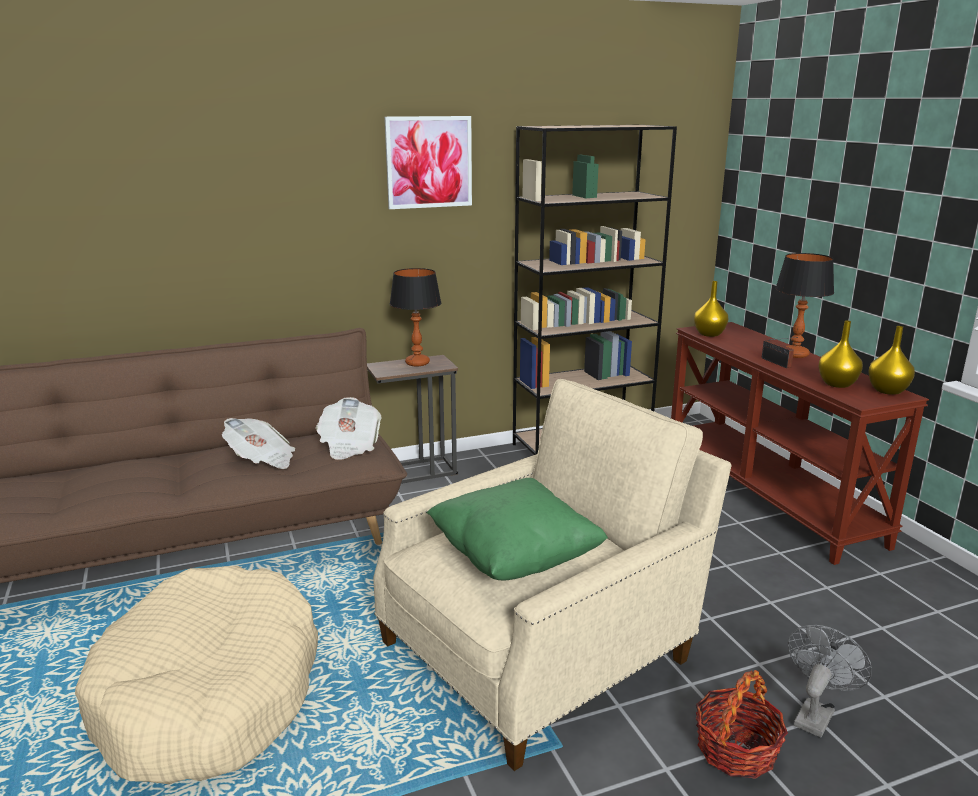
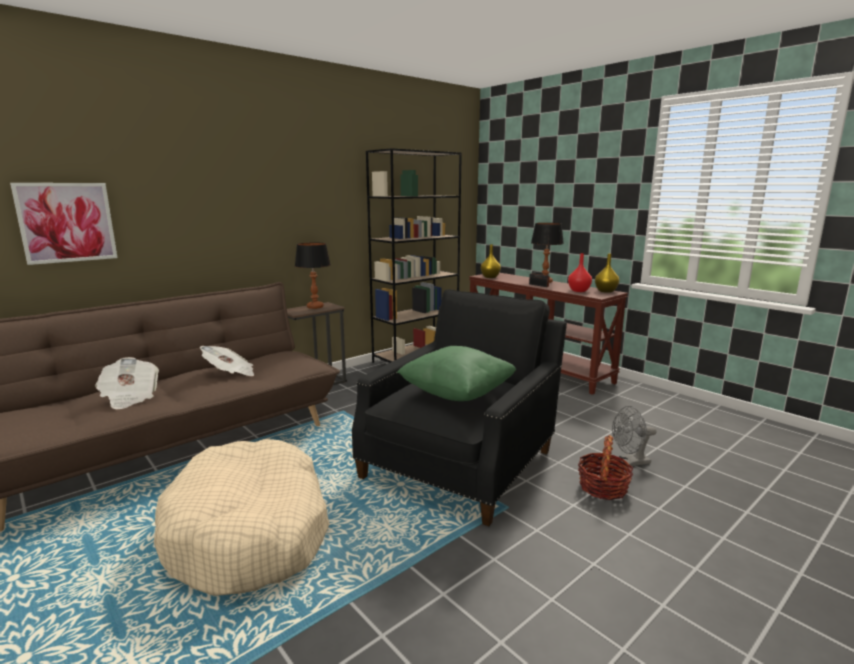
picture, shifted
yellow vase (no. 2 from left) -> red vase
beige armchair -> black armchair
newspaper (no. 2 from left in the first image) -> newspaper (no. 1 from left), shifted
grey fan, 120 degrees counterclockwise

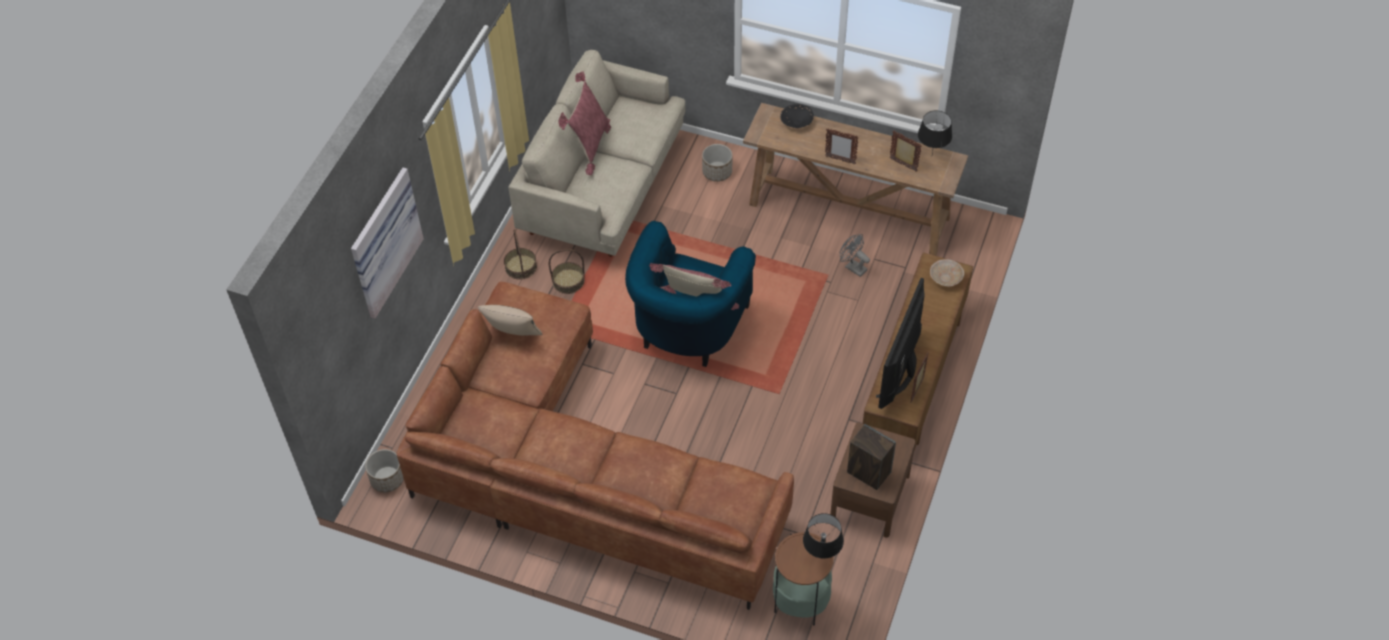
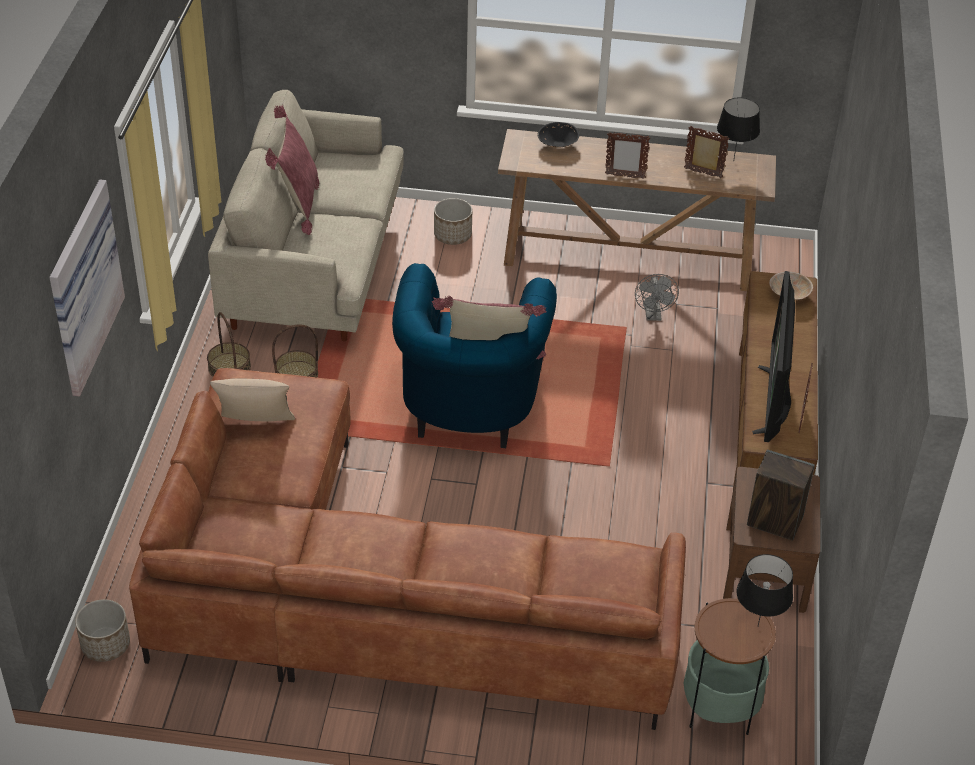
grey fan, 120 degrees counterclockwise

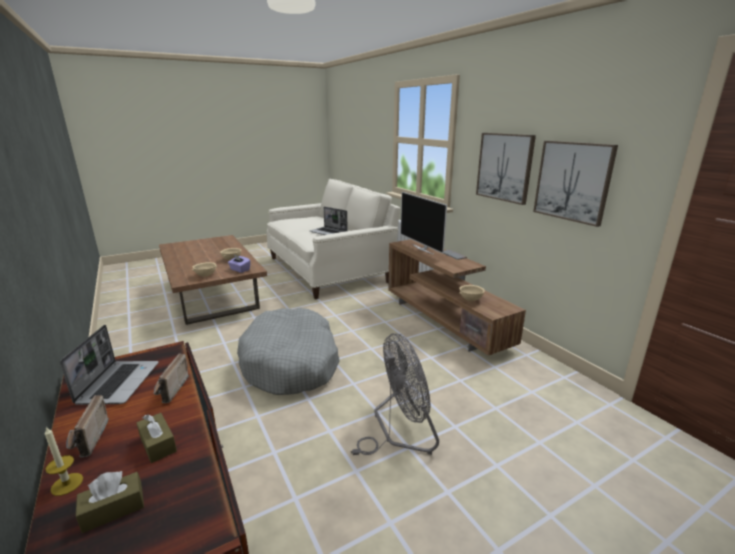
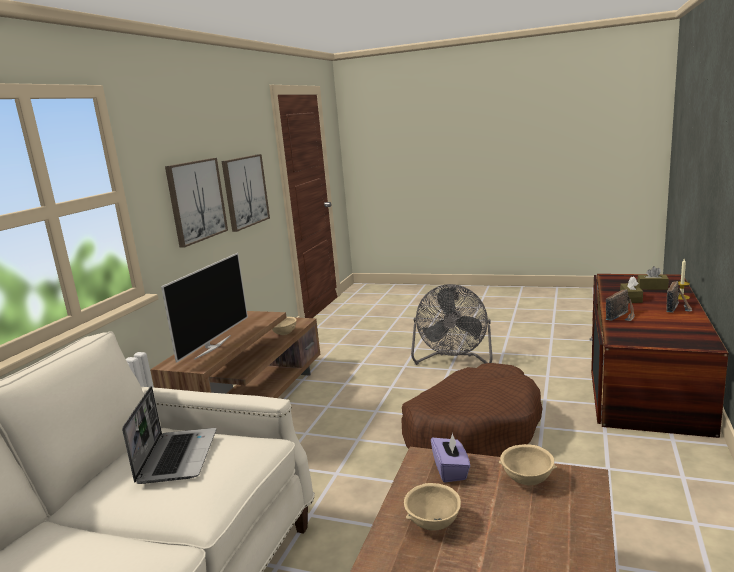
grey dog bed -> brown dog bed
laptop (no. 1 from left) -> none
grey fan, 105 degrees counterclockwise

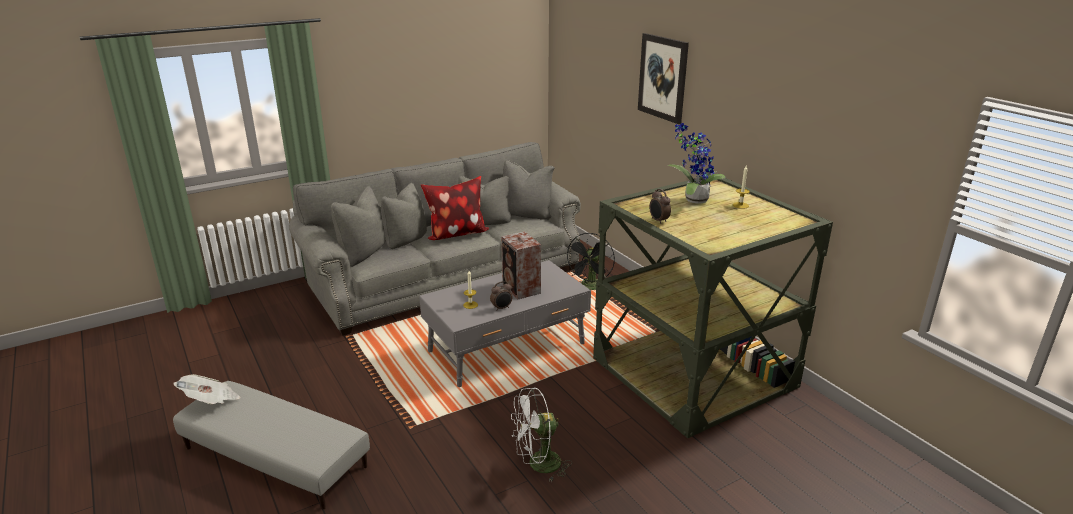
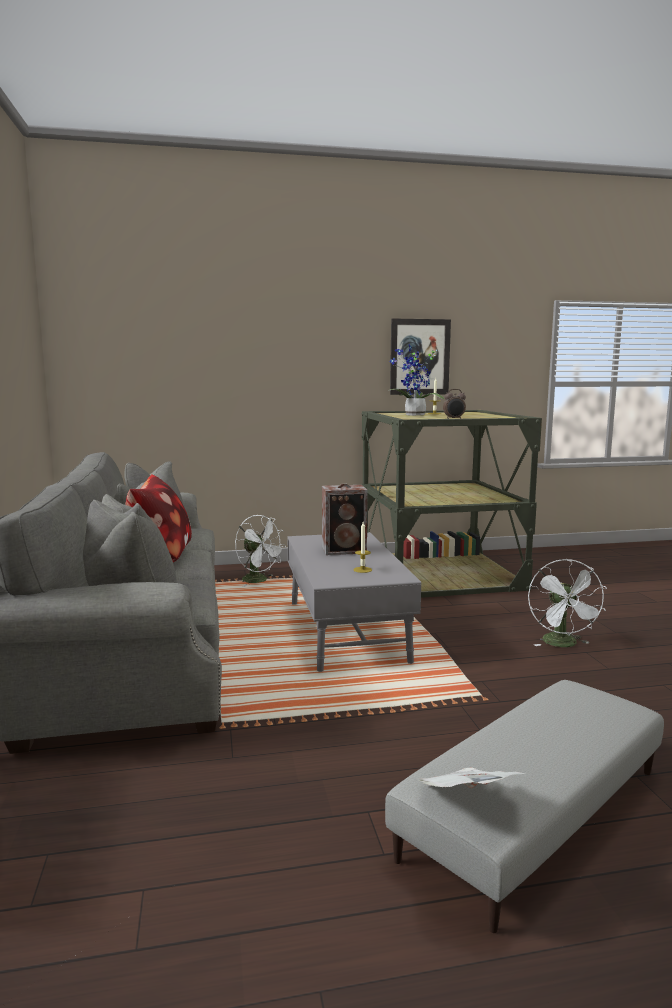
picture, shifted
black fan -> white fan (no. 1 from left)
alarm clock (no. 1 from left) -> none

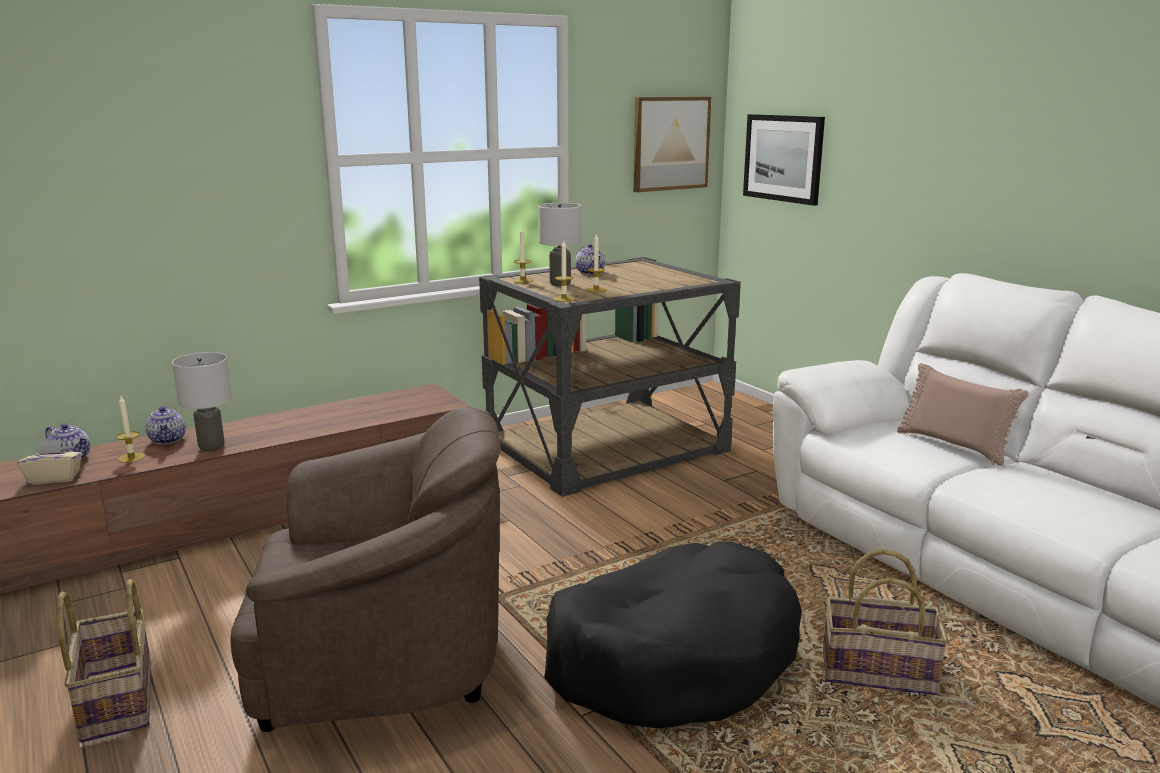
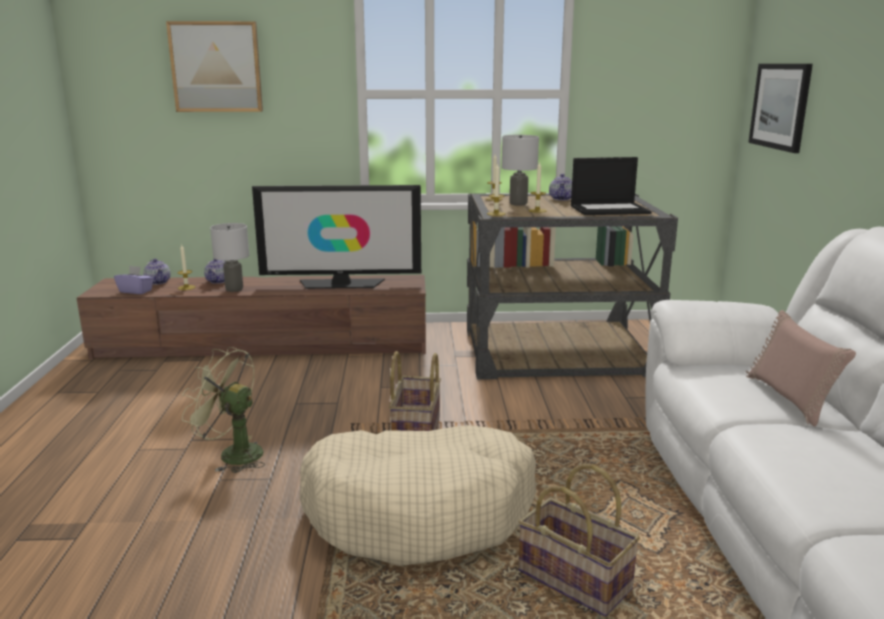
picture (no. 1 from left), shifted
brown armchair -> green fan
beige tissue box -> purple tissue box
black dog bed -> beige dog bed
basket (no. 1 from left), shifted
none -> laptop
none -> television

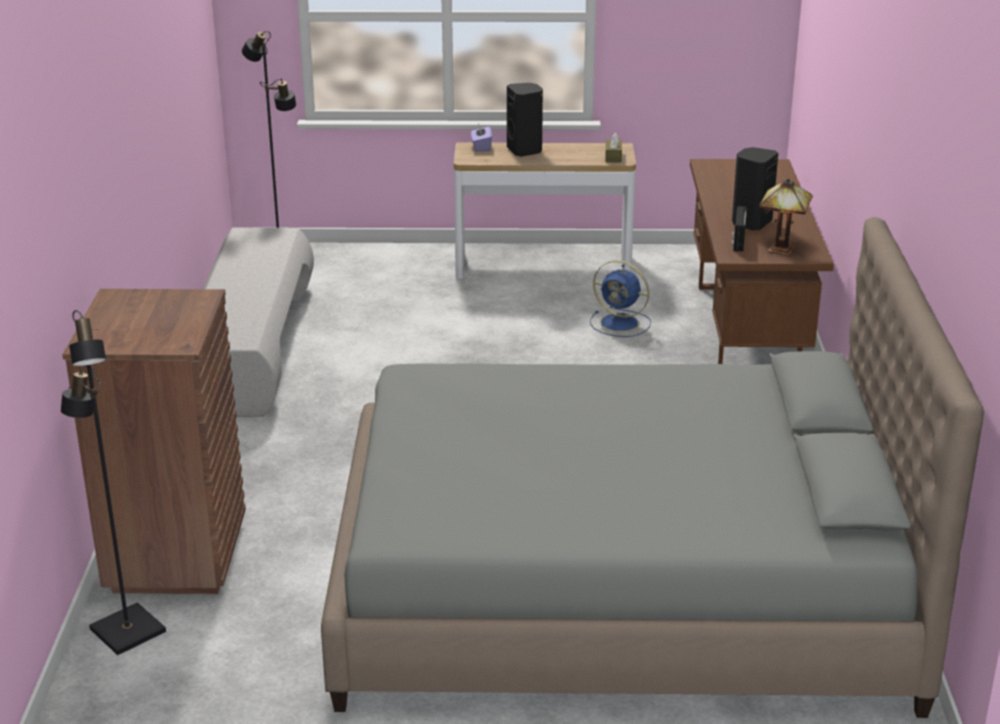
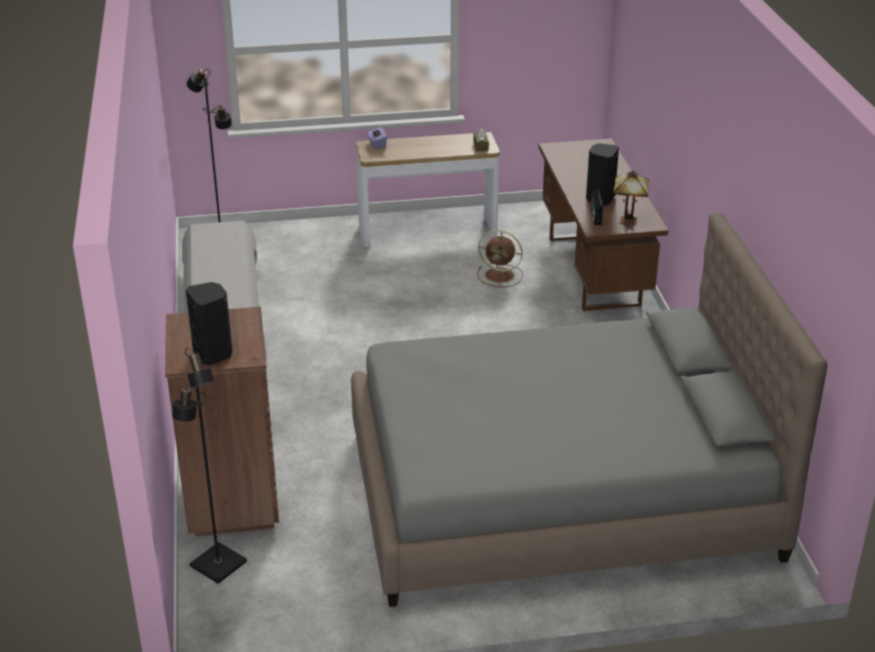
black speaker (no. 1 from left), shifted
blue fan -> brown fan

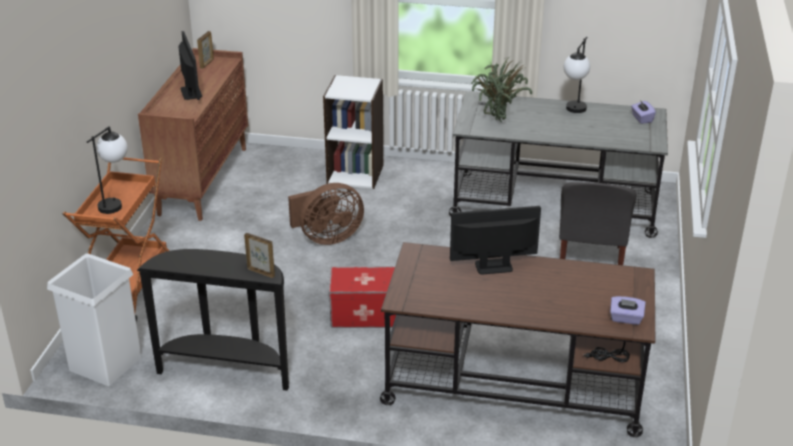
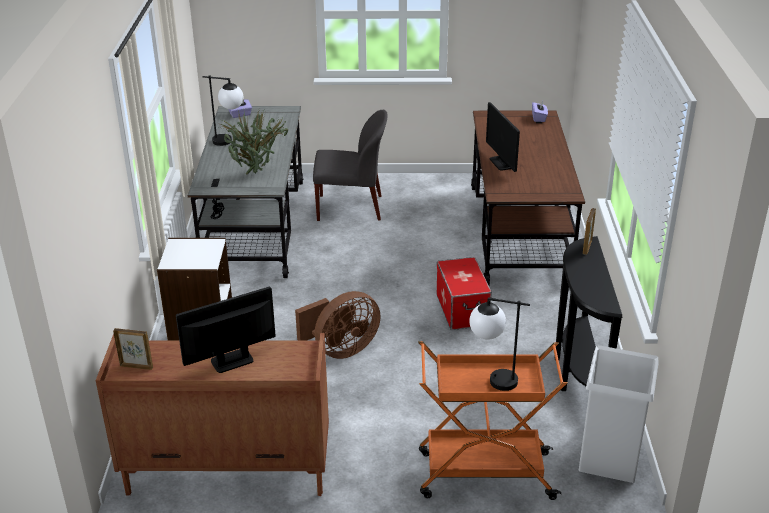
brown fan, 90 degrees clockwise

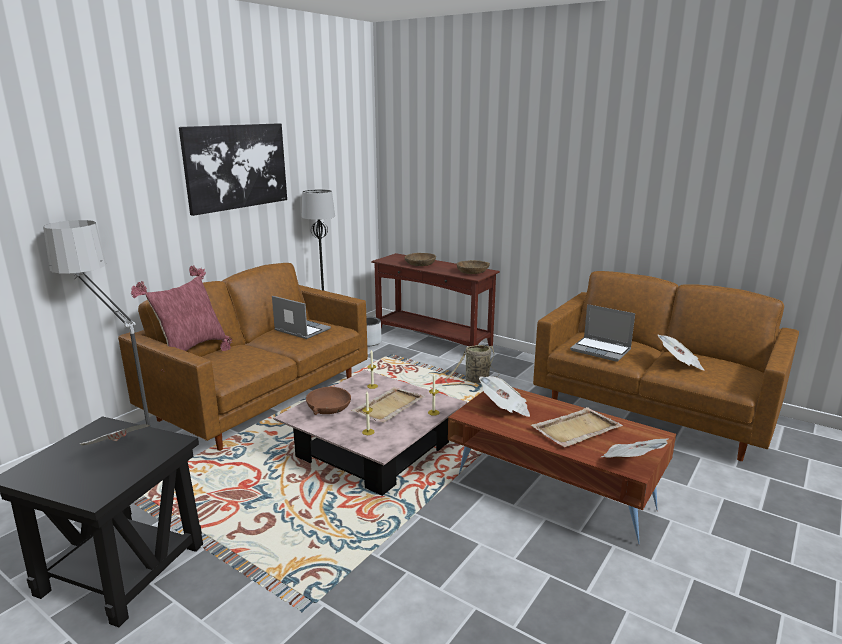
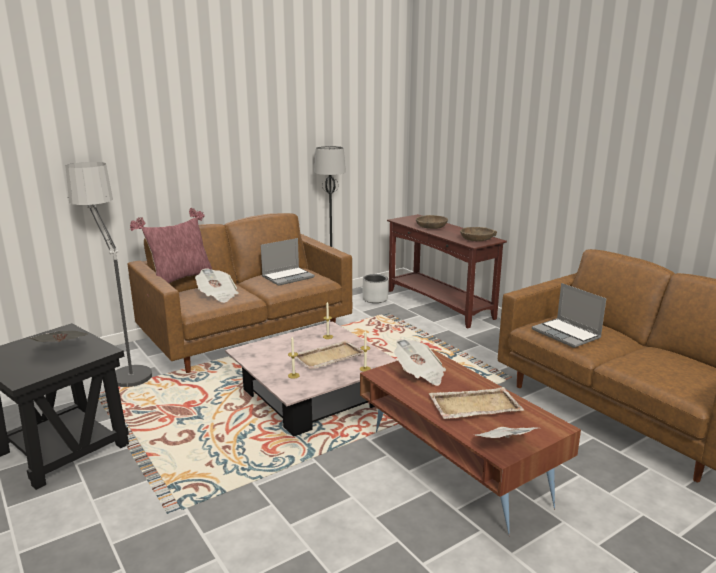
picture -> none
laptop (no. 1 from left), 90 degrees clockwise
newspaper (no. 4 from left in the first image) -> newspaper (no. 2 from left), shifted
basket -> none
brown bowl (no. 1 from left) -> none

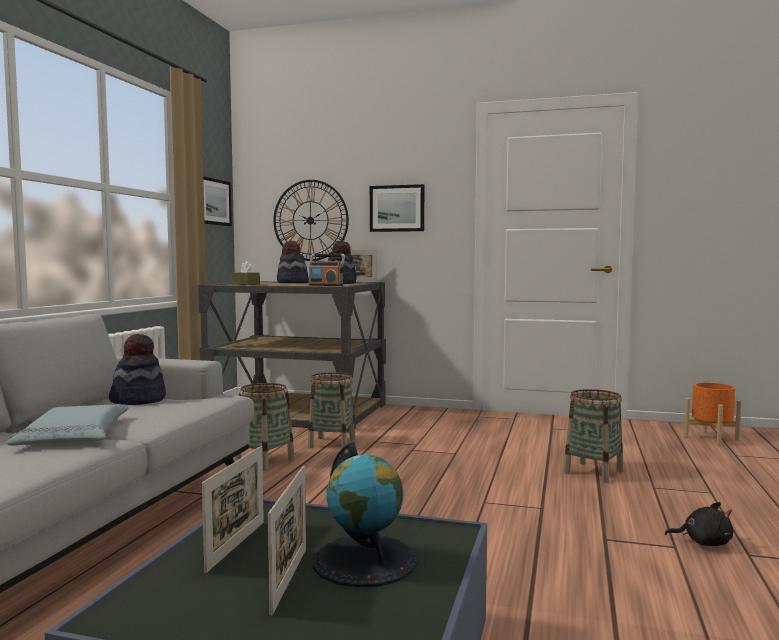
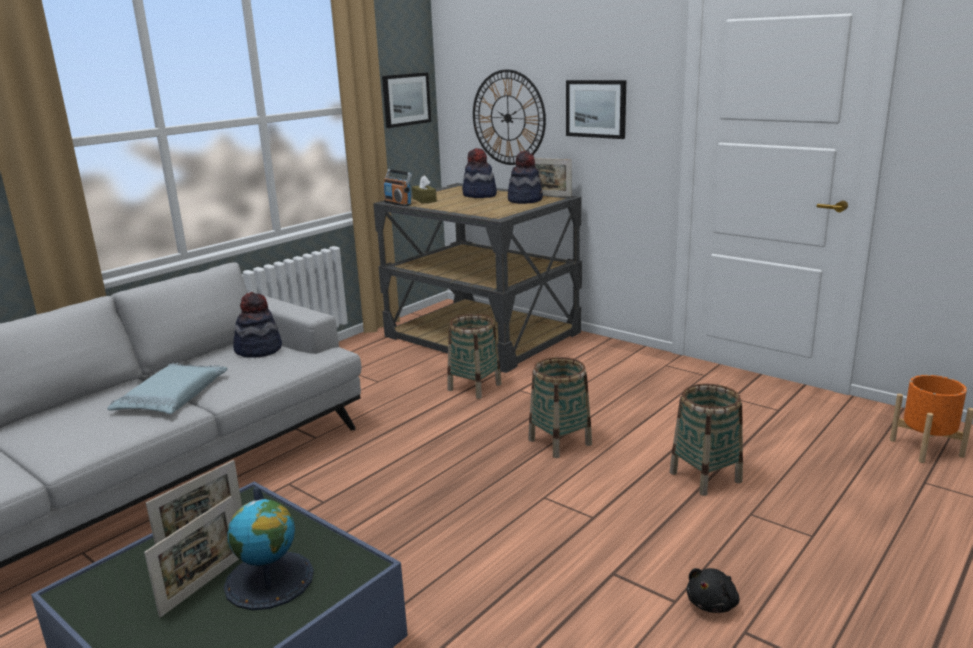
radio, shifted
basket (no. 1 from left in the first image) -> basket (no. 2 from left), shifted
black plush toy, 90 degrees clockwise

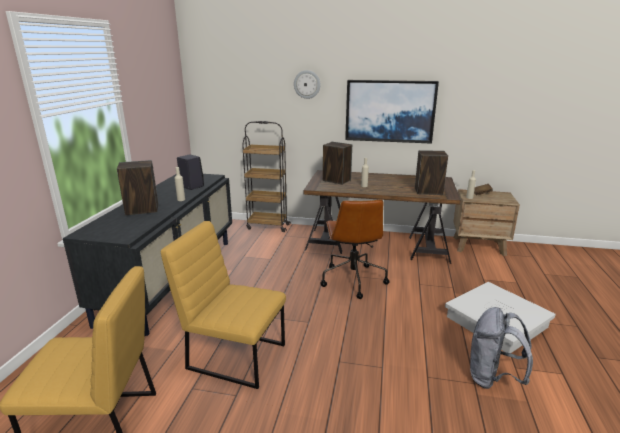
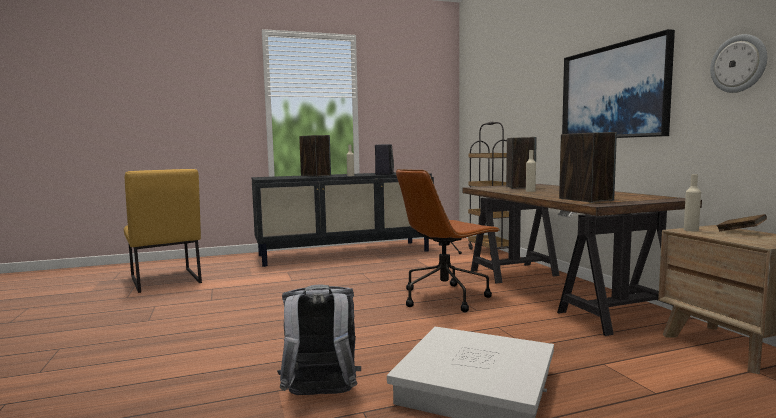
wall clock, shifted
yellow chair (no. 2 from left) -> none

